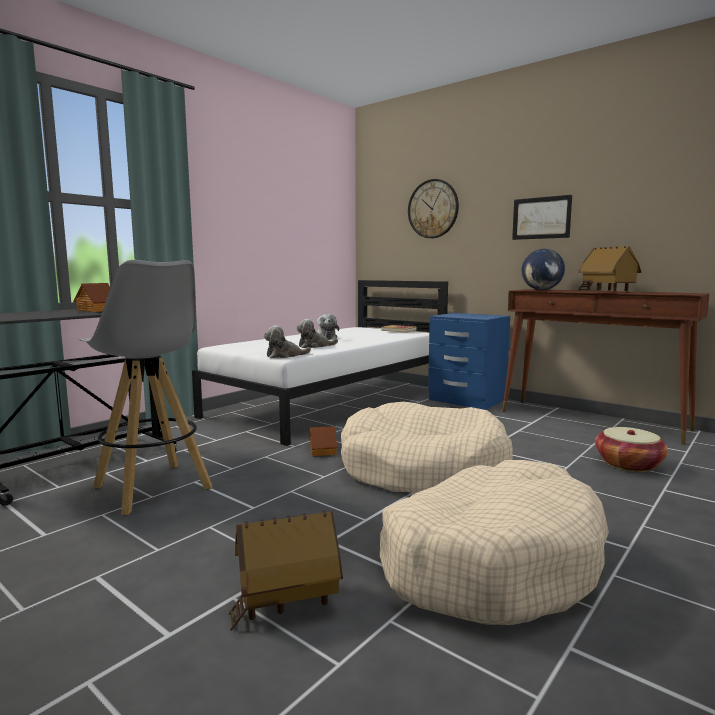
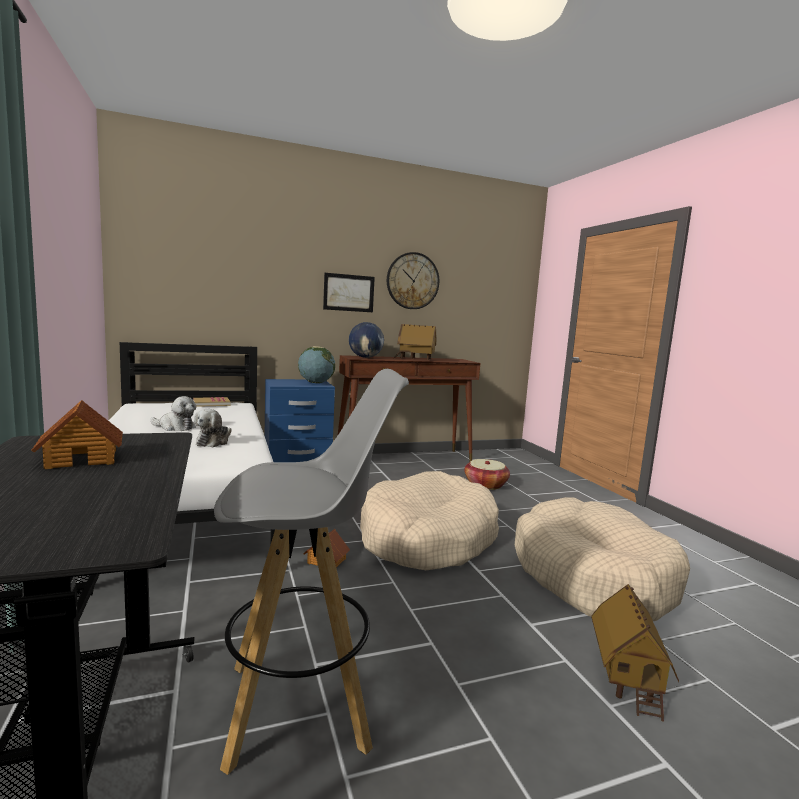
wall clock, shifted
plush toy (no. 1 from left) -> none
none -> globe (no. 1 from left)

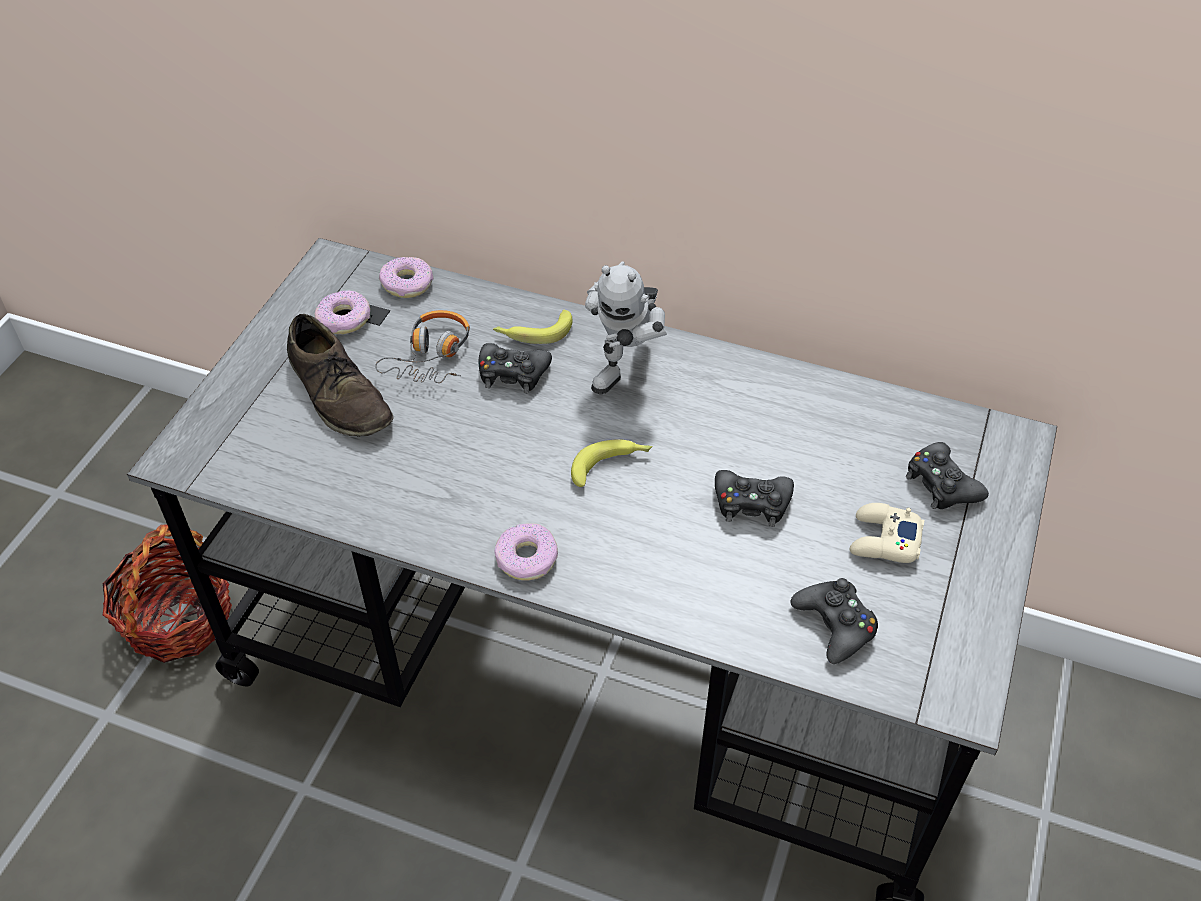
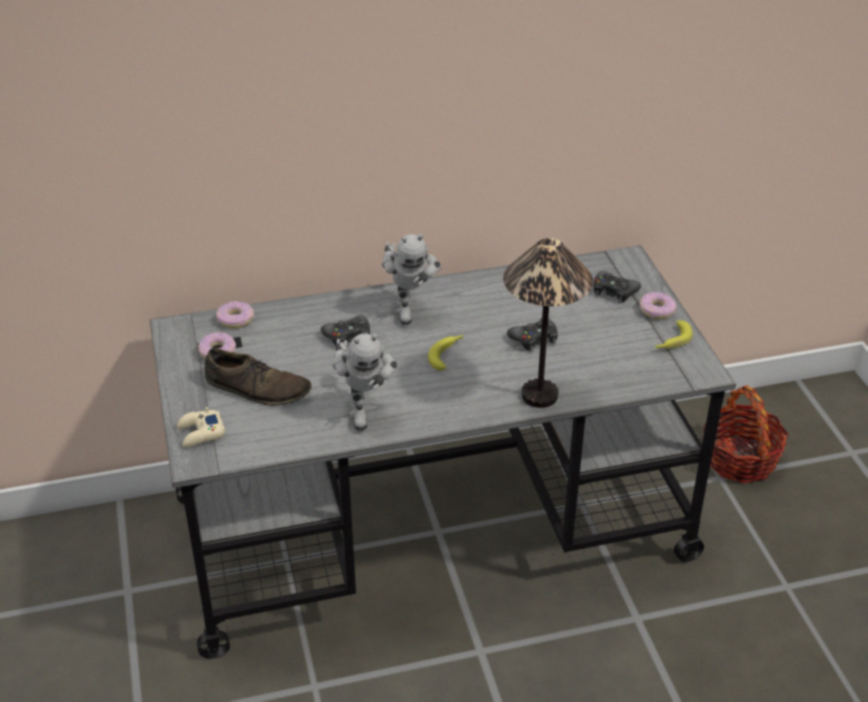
headphones -> none
banana (no. 1 from left in the first image) -> banana (no. 2 from left), shifted
beige game controller, shifted
donut (no. 3 from left), shifted
basket, shifted
black game controller (no. 3 from left) -> none
none -> table lamp
none -> toy robot (no. 1 from left)

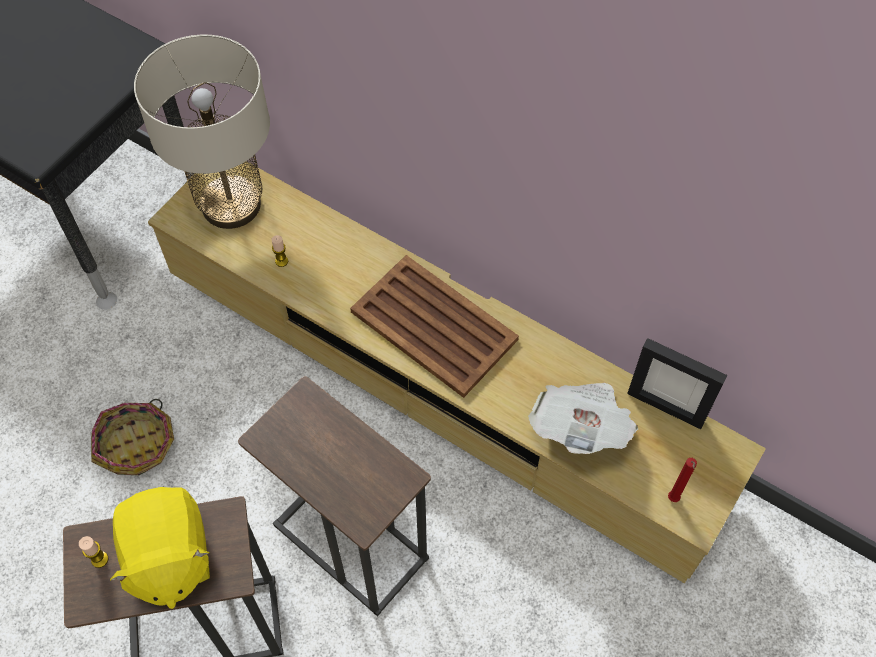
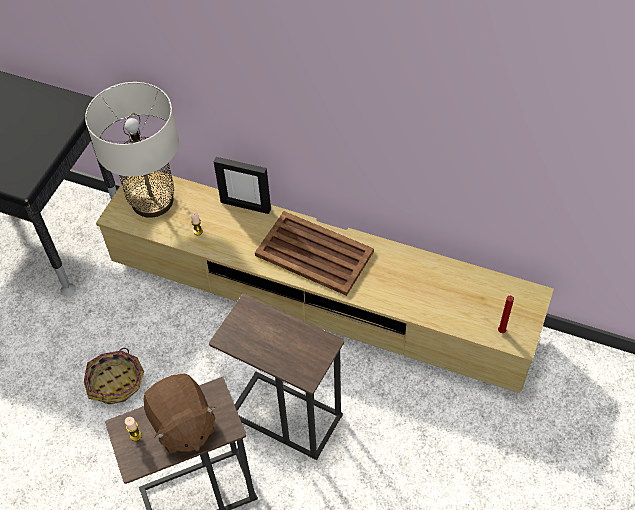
picture frame, shifted
newspaper -> none
yellow plush toy -> brown plush toy

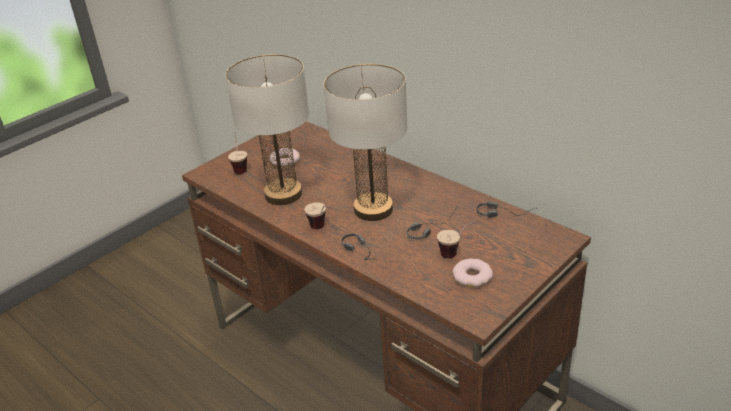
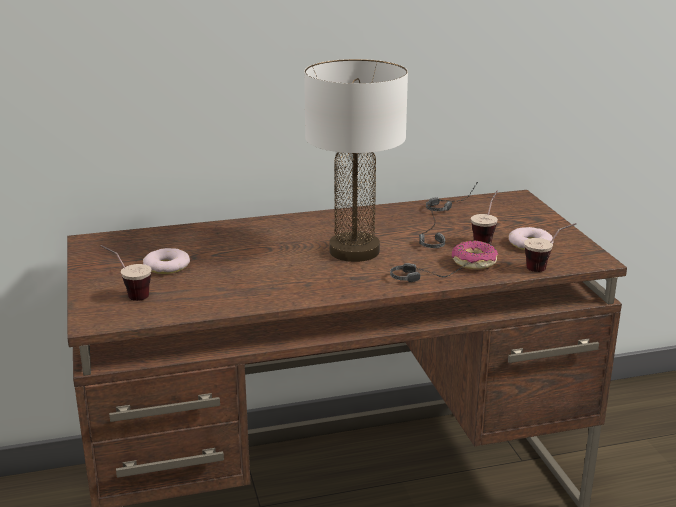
table lamp (no. 1 from left) -> none
cup (no. 2 from left in the first image) -> cup (no. 3 from left), shifted
none -> donut (no. 2 from left)

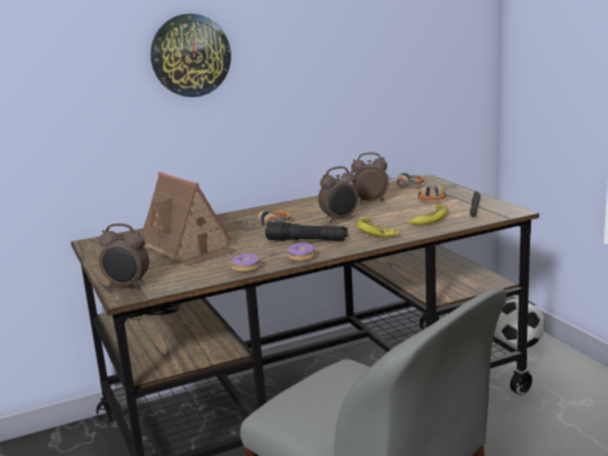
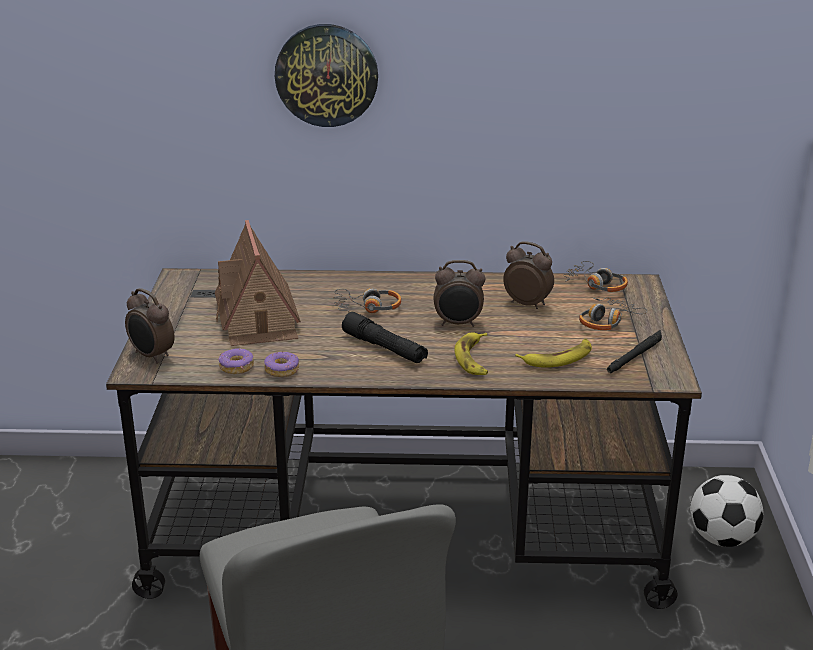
donut (no. 2 from left in the first image) -> donut (no. 1 from left), shifted

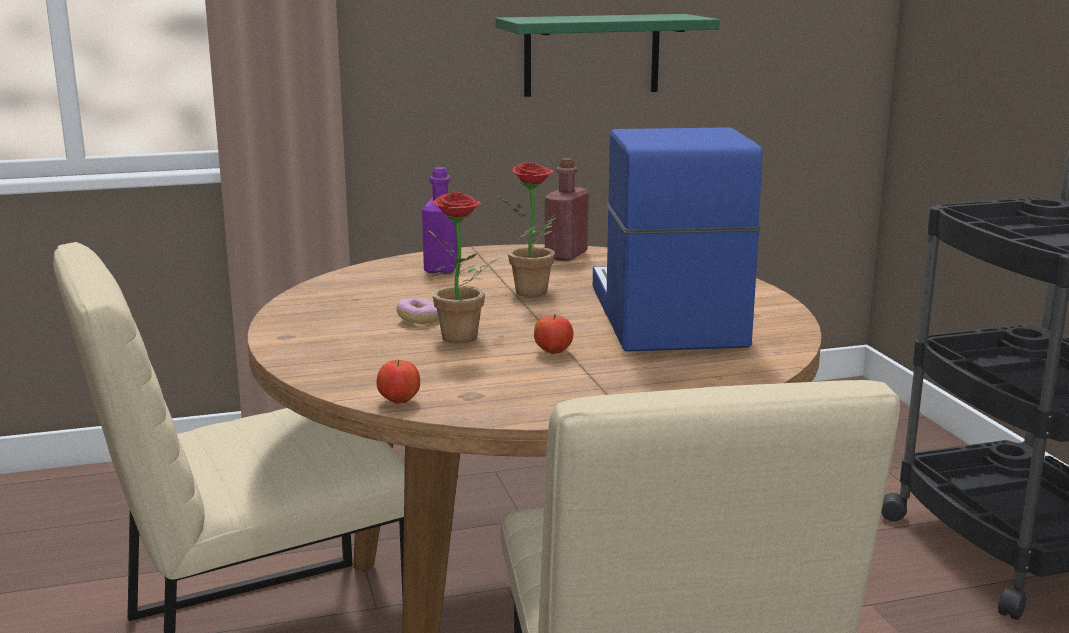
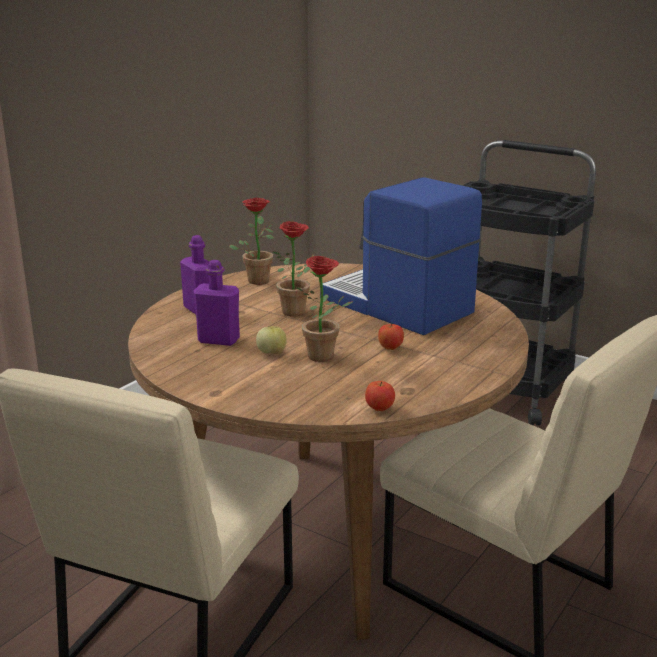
green shelf -> none
red bottle -> potted plant (no. 1 from left)
donut -> apple (no. 1 from left)
none -> purple bottle (no. 2 from left)

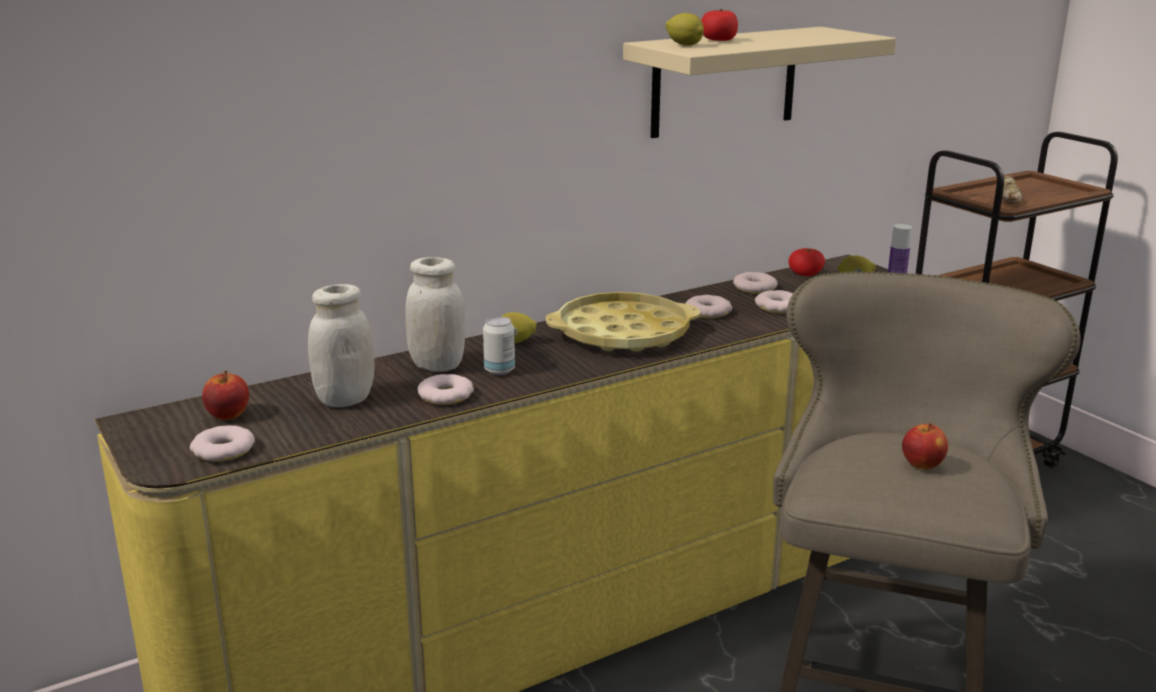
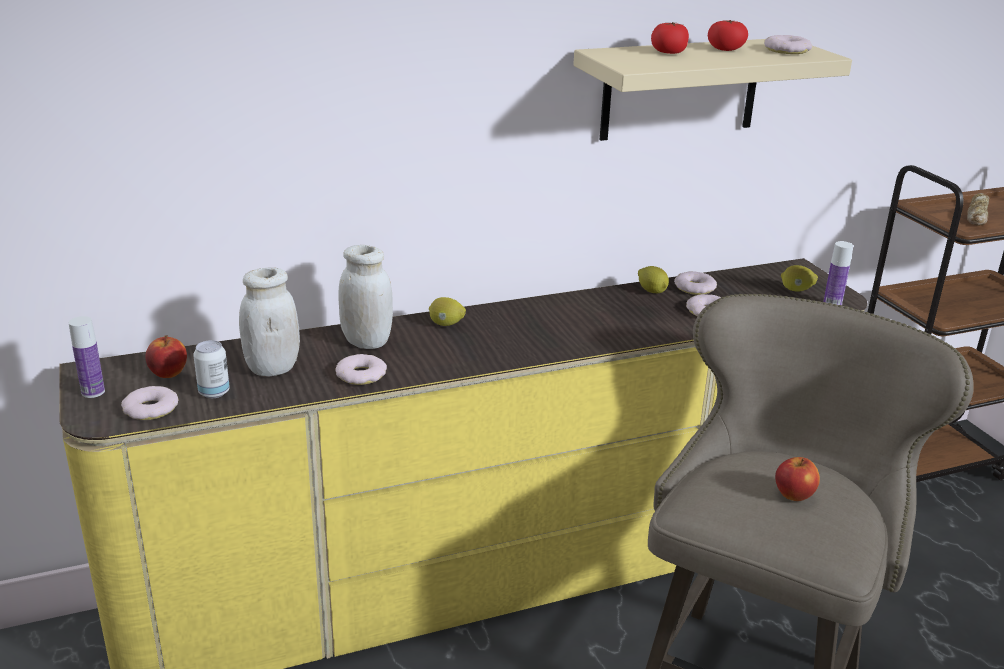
lemon (no. 2 from left), shifted
tomato (no. 2 from left), shifted
yellow tray -> none
donut (no. 3 from left in the first image) -> donut (no. 5 from left), shifted
can, shifted
none -> bottle (no. 1 from left)

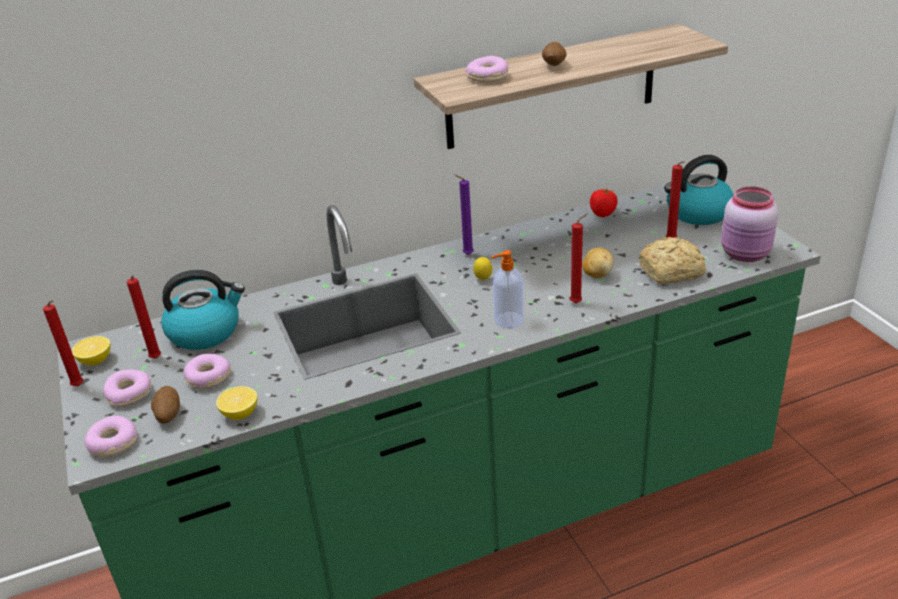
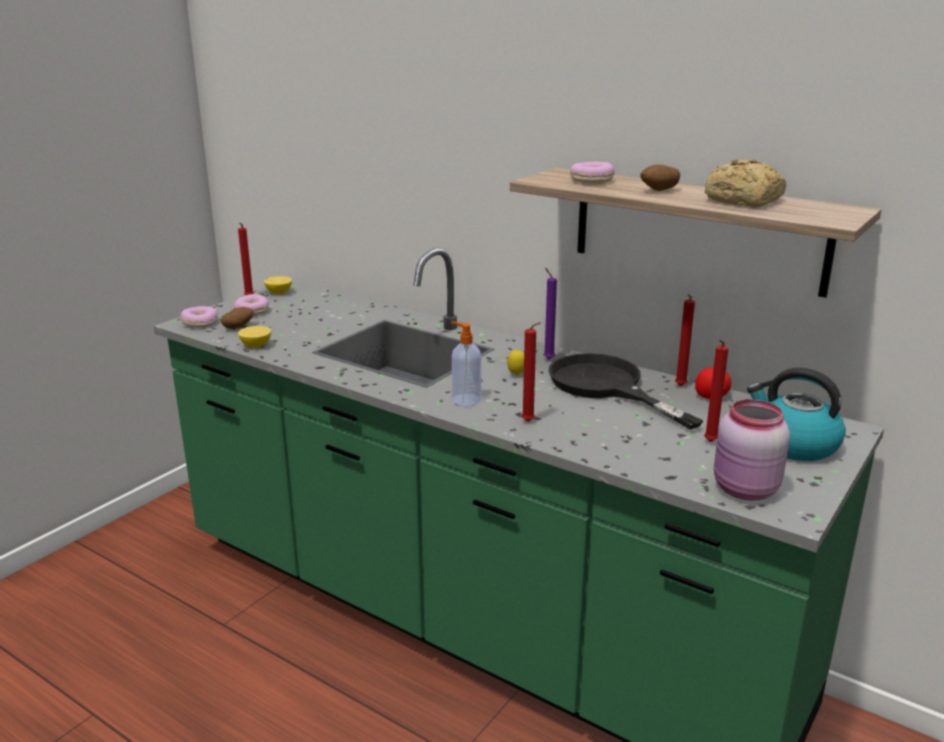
bread, shifted
potato (no. 3 from left) -> none
kettle (no. 1 from left) -> none
red candle (no. 2 from left in the first image) -> red candle (no. 3 from left), shifted
donut (no. 3 from left) -> none
none -> black frying pan

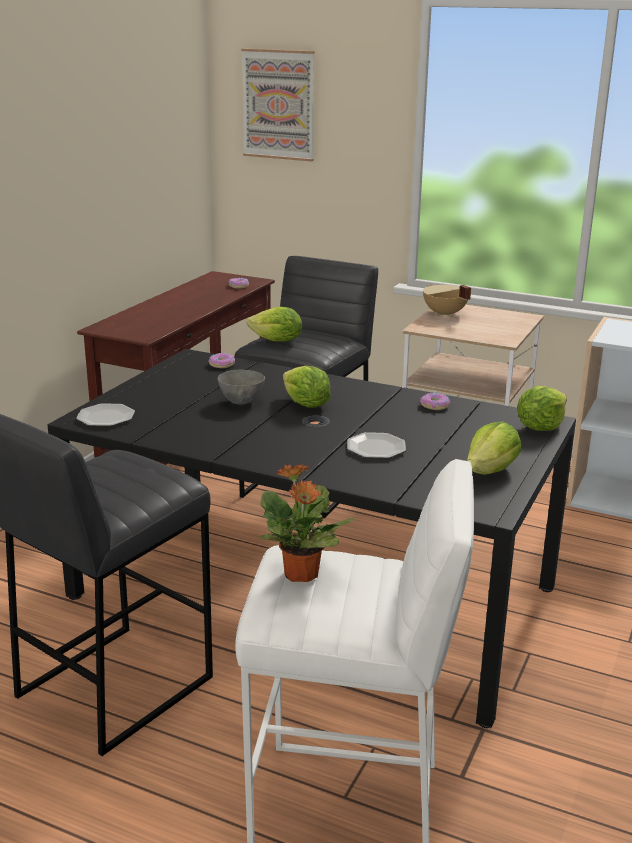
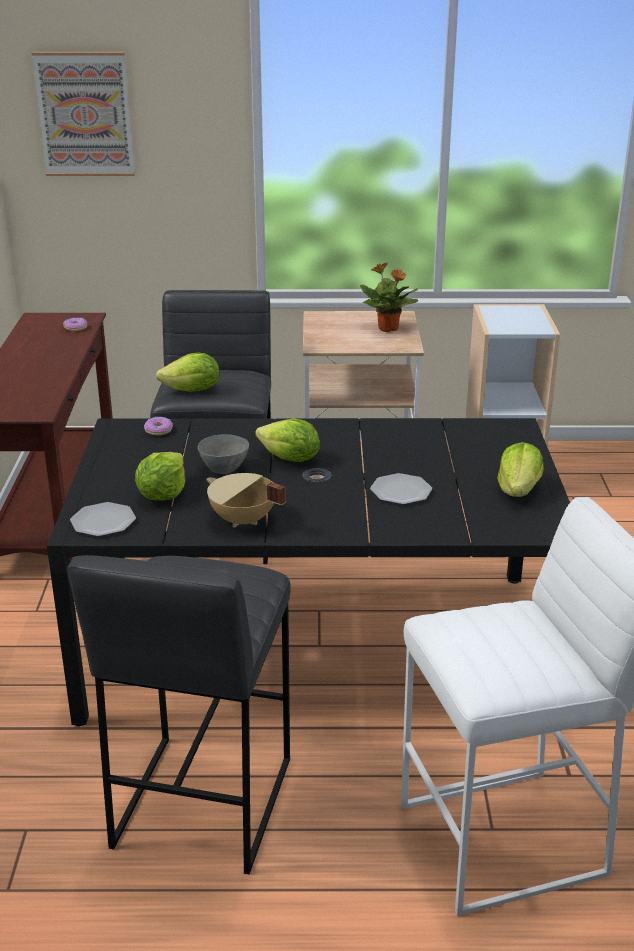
beige cooking pot, shifted
lettuce (no. 4 from left in the first image) -> lettuce (no. 1 from left), shifted
donut (no. 3 from left) -> none
potted plant, shifted

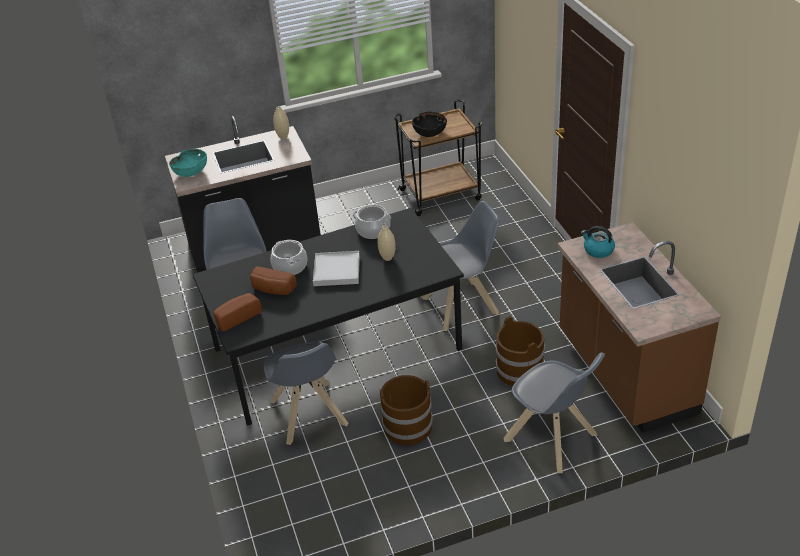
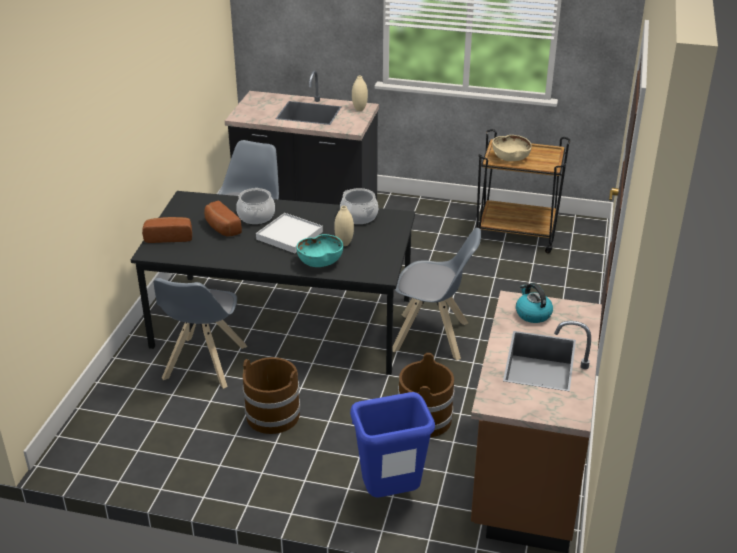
black bowl -> beige bowl
turquoise bowl, shifted
grey chair (no. 4 from left) -> blue trash can

